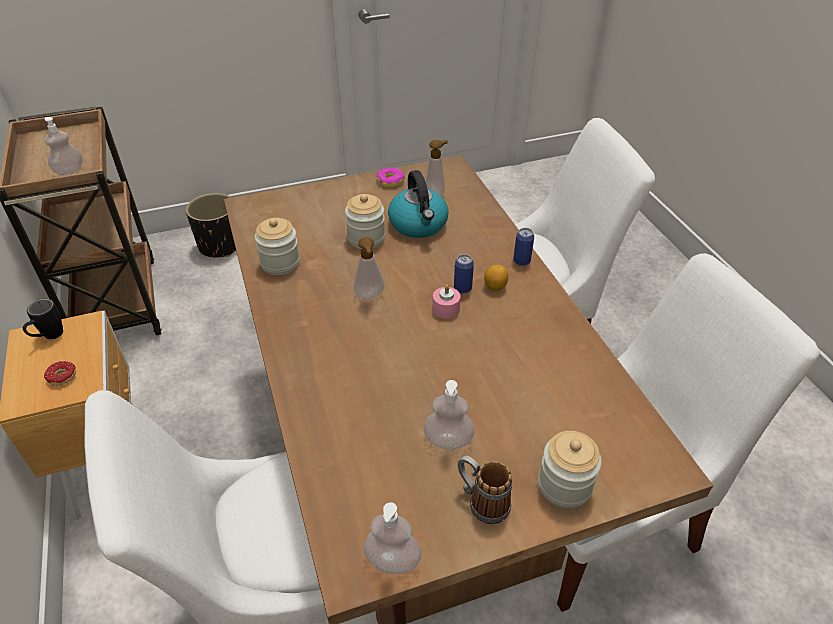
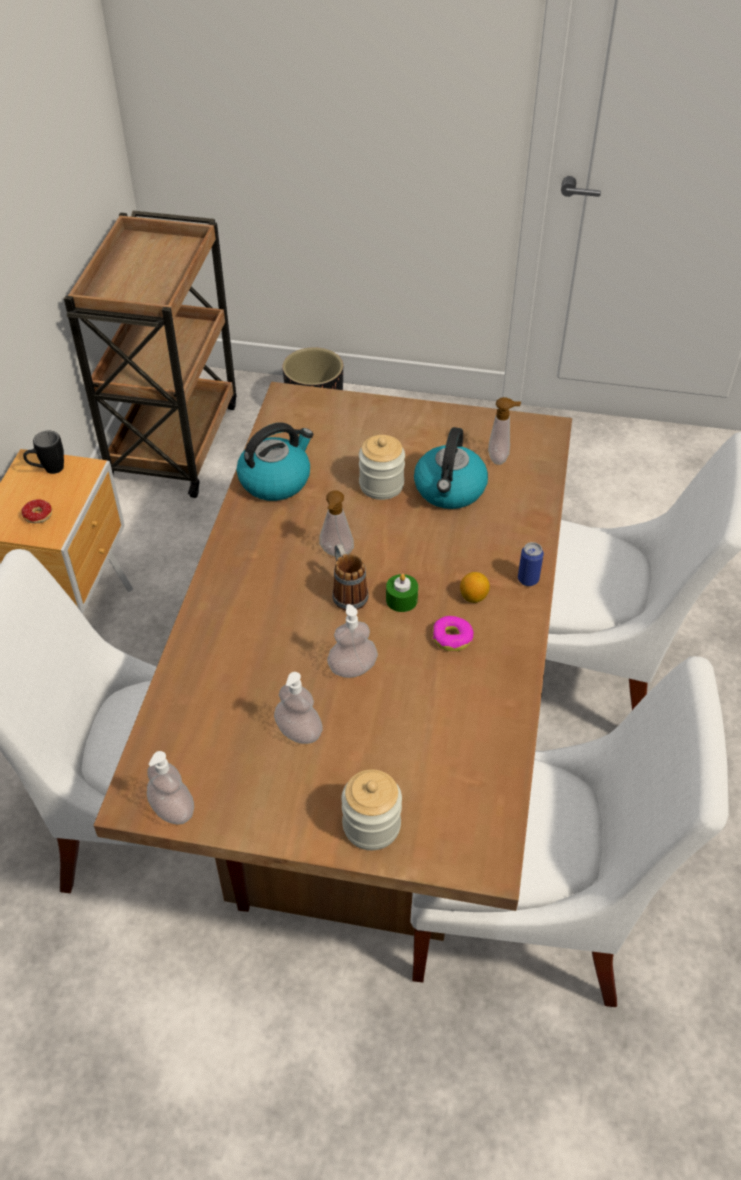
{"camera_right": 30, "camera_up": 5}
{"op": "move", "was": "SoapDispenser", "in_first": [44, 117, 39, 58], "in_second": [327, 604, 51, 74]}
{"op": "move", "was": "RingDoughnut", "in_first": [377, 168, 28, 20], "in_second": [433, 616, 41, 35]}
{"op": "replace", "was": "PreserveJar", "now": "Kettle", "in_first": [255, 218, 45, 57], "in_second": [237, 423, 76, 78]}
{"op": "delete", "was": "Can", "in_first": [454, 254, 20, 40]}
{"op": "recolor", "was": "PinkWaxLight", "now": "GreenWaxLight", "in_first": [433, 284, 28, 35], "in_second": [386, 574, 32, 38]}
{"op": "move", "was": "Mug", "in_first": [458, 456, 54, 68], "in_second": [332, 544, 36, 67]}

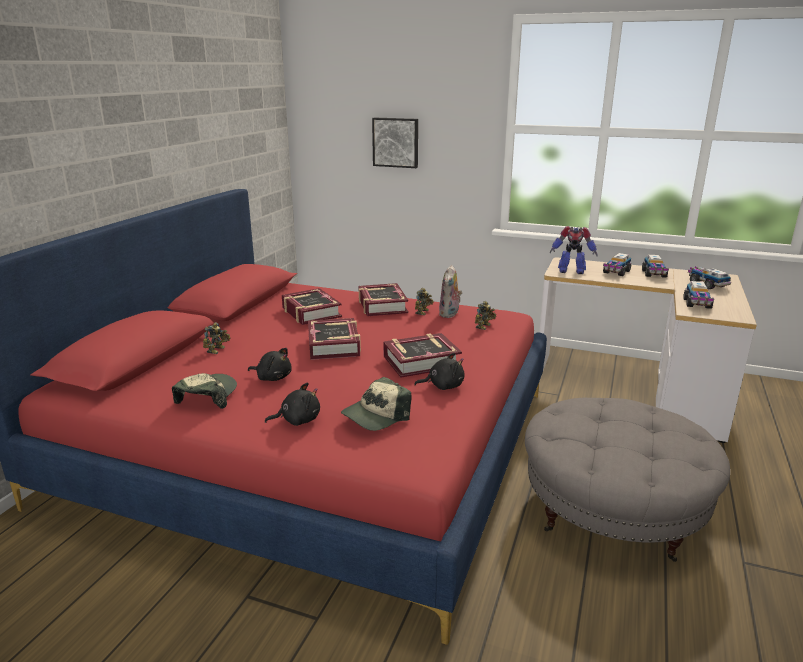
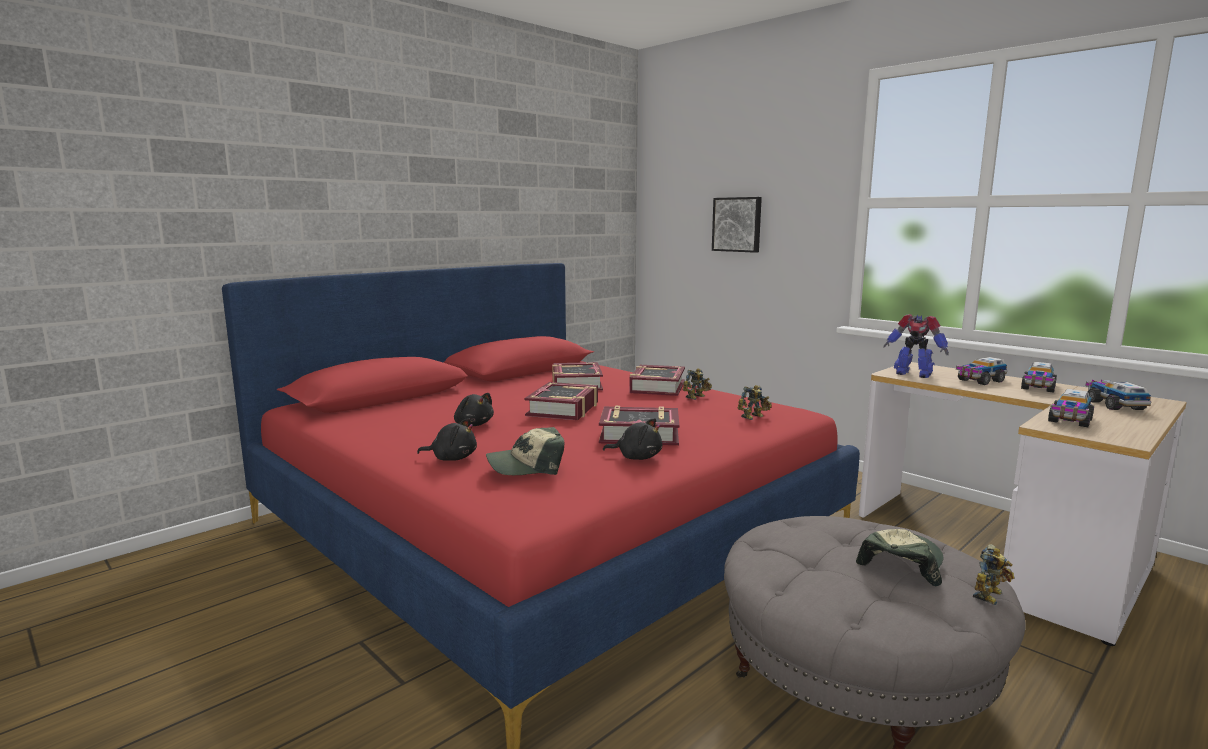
{"camera_right": 25, "camera_up": -10}
{"op": "delete", "was": "CuddlyToy", "in_first": [439, 265, 23, 53]}
{"op": "move", "was": "ToyRobot", "in_first": [203, 322, 27, 32], "in_second": [973, 544, 42, 61]}
{"op": "move", "was": "PeakedCap", "in_first": [172, 373, 65, 36], "in_second": [856, 529, 88, 57]}

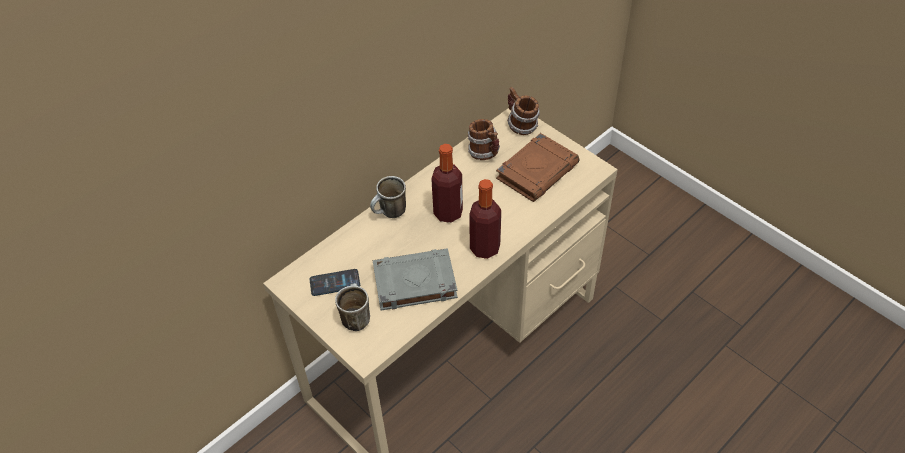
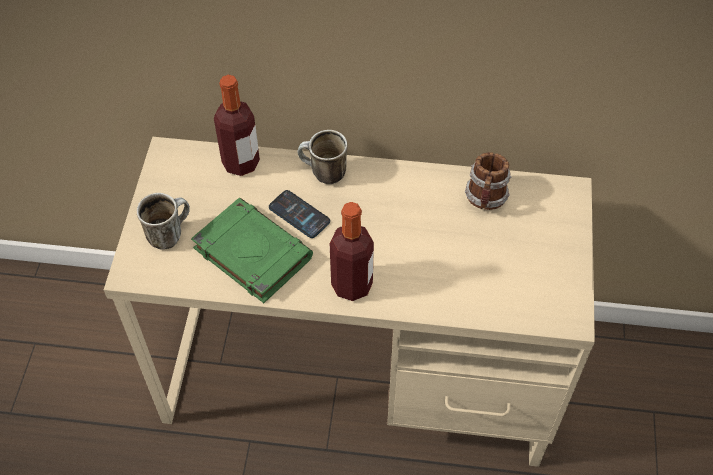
{"camera_right": 50, "camera_up": 5}
{"op": "delete", "was": "Mug", "in_first": [507, 87, 33, 48]}
{"op": "delete", "was": "BrownColouredBoundBook", "in_first": [496, 133, 83, 69]}
{"op": "move", "was": "Bottle", "in_first": [431, 144, 32, 79], "in_second": [214, 75, 46, 101]}
{"op": "recolor", "was": "GreyishBoundBook", "now": "GreenBoundBook", "in_first": [373, 248, 85, 63], "in_second": [191, 198, 122, 105]}
{"op": "move", "was": "Handset", "in_first": [310, 269, 50, 27], "in_second": [269, 190, 61, 48]}

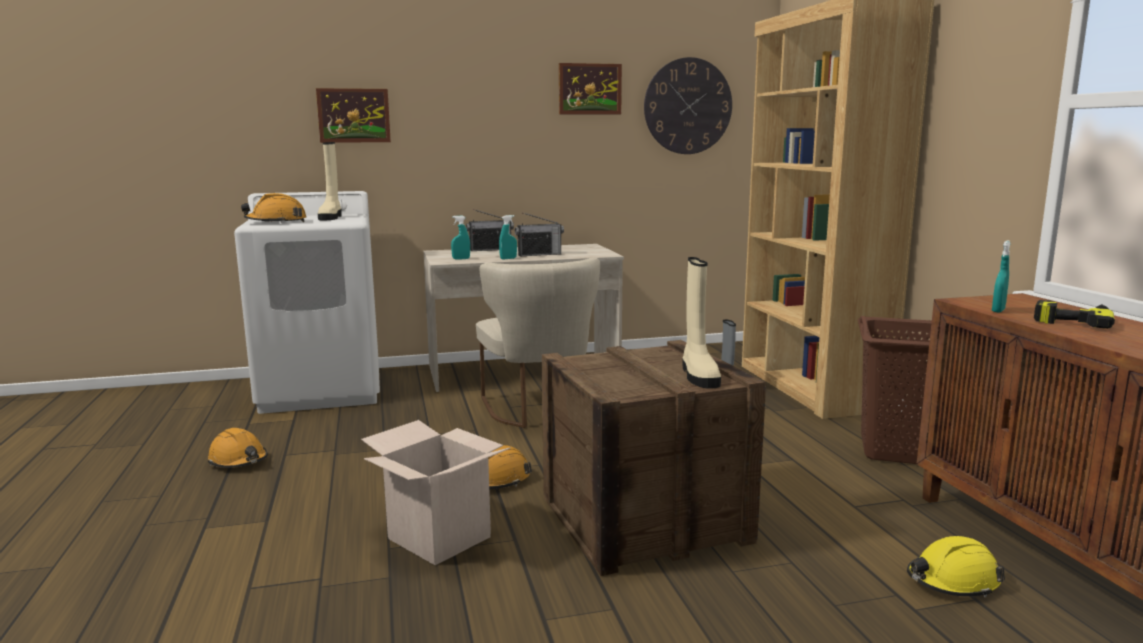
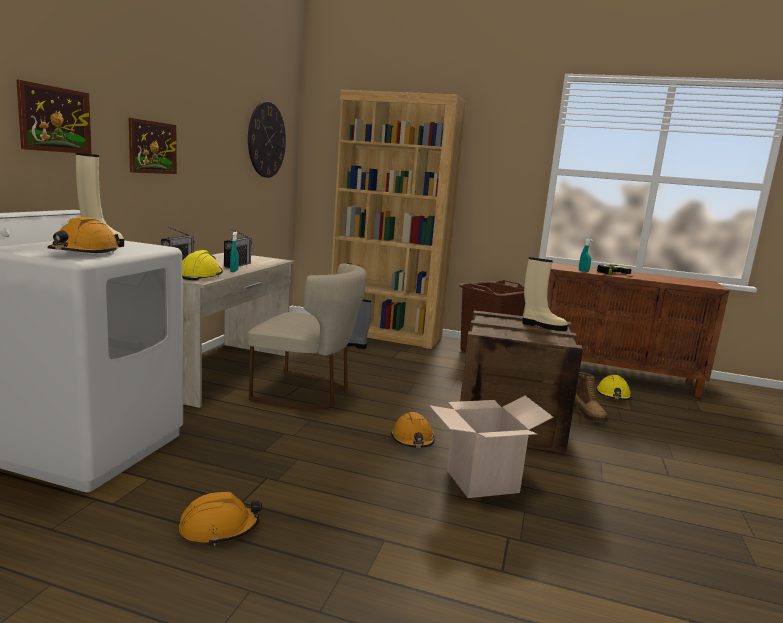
{"camera_right": -60, "camera_up": 0}
{"op": "move", "was": "WallPicture", "in_first": [559, 63, 63, 51], "in_second": [129, 118, 48, 56]}
{"op": "replace", "was": "BlueGreenSprayer", "now": "YellowColouredSafetyHelmet", "in_first": [451, 216, 19, 44], "in_second": [182, 250, 41, 31]}
{"op": "insert", "now": "HighTopBoot", "in_second": [574, 372, 34, 51]}

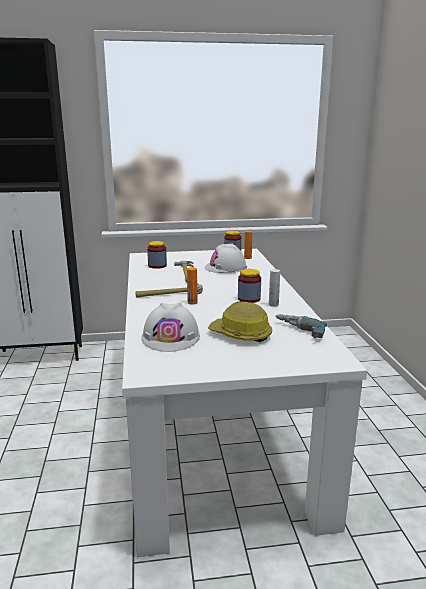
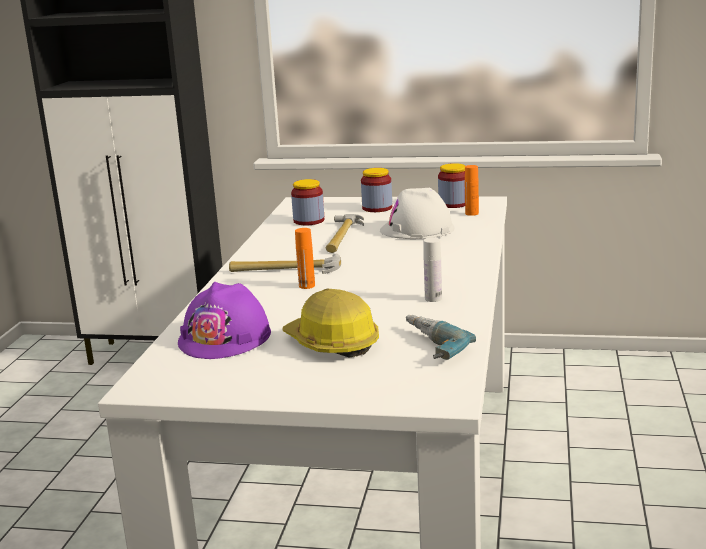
{"camera_right": 20, "camera_up": 0}
{"op": "move", "was": "PreserveJar", "in_first": [238, 269, 23, 34], "in_second": [361, 168, 31, 44]}
{"op": "recolor", "was": "WhiteColouredSafetyHelmet", "now": "PurpleSafetyHelmet", "in_first": [141, 302, 59, 50], "in_second": [178, 282, 93, 77]}

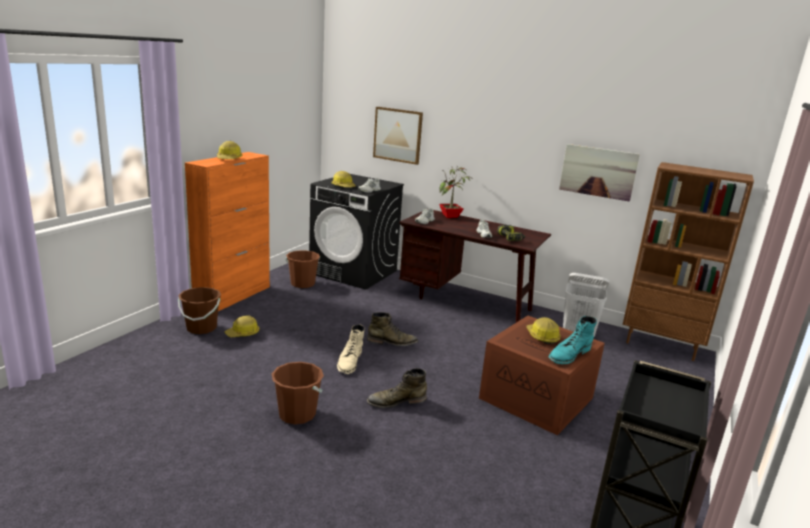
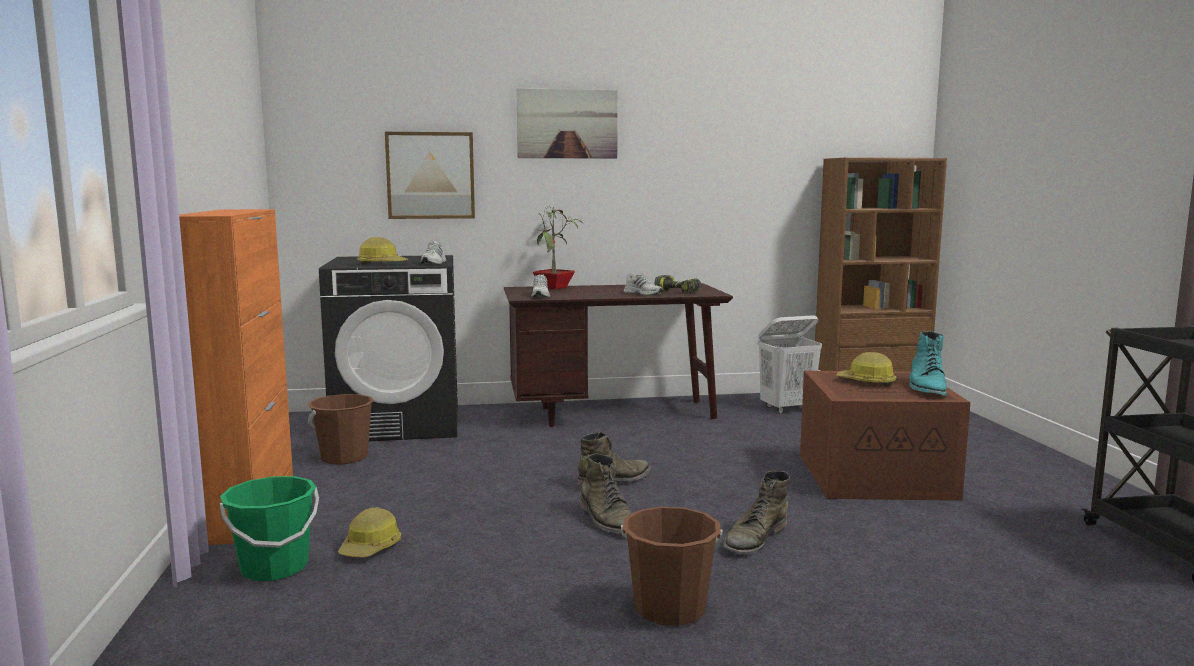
{"camera_right": -35, "camera_up": -10}
{"op": "delete", "was": "SafetyHelmet", "in_first": [217, 141, 26, 18]}
{"op": "move", "was": "WallPicture", "in_first": [559, 144, 81, 58], "in_second": [516, 88, 102, 71]}
{"op": "recolor", "was": "BrownColouredBucket", "now": "GreenBucket", "in_first": [178, 287, 43, 47], "in_second": [220, 476, 99, 105]}
{"op": "recolor", "was": "BeigeColouredHighTopBoot", "now": "GreenHighTopBoot", "in_first": [337, 324, 28, 50], "in_second": [579, 454, 53, 80]}

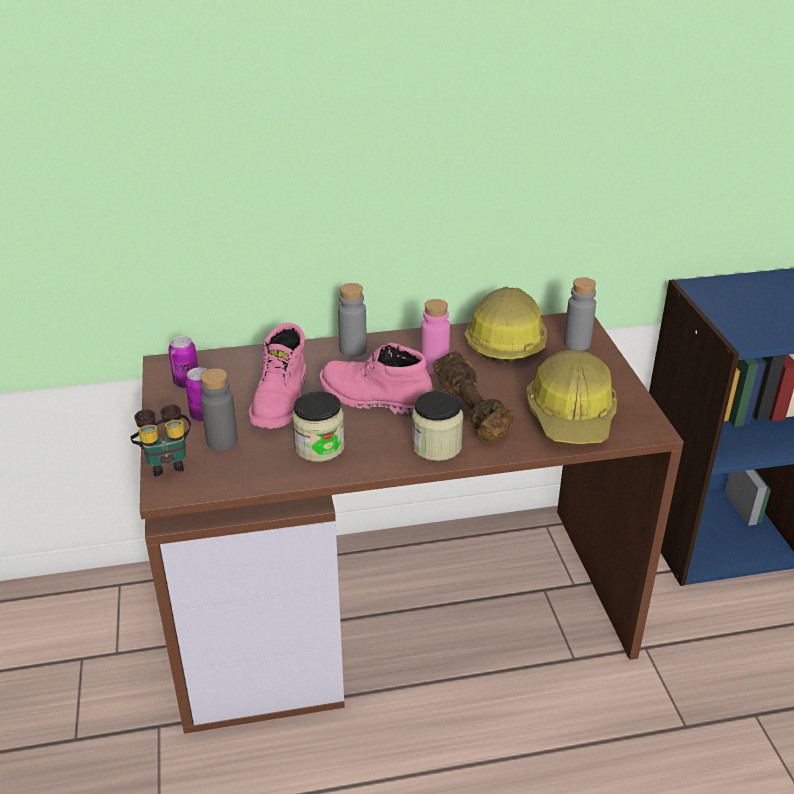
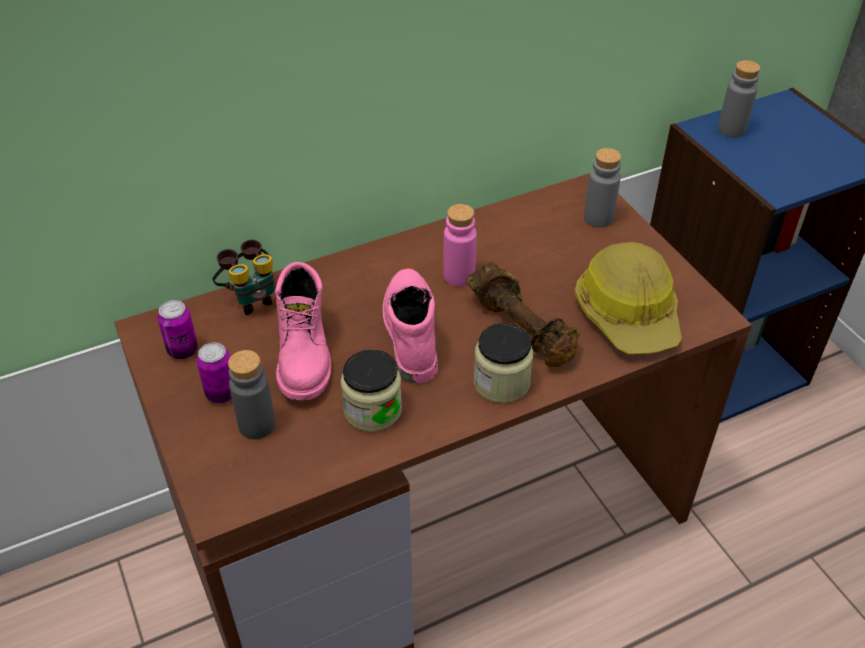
{"camera_right": -15, "camera_up": 10}
{"op": "move", "was": "GreyishBottle", "in_first": [338, 283, 29, 74], "in_second": [718, 60, 42, 78]}
{"op": "delete", "was": "SafetyHelmet", "in_first": [464, 286, 83, 78]}
{"op": "rotate", "was": "PinkHighTopBoot", "in_first": [320, 343, 113, 74], "in_second": [383, 269, 55, 114], "clockwise": 75}
{"op": "move", "was": "FieldGlasses", "in_first": [130, 405, 61, 72], "in_second": [212, 240, 63, 75]}

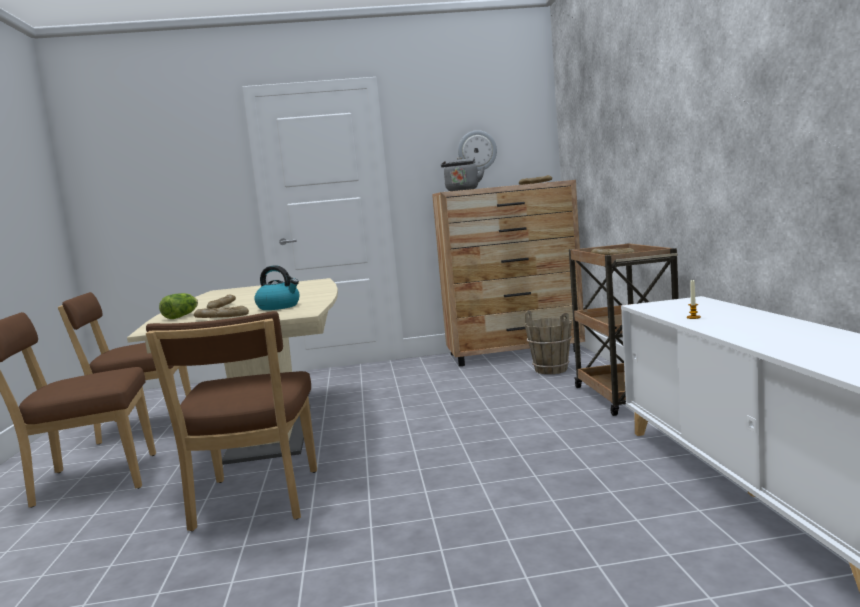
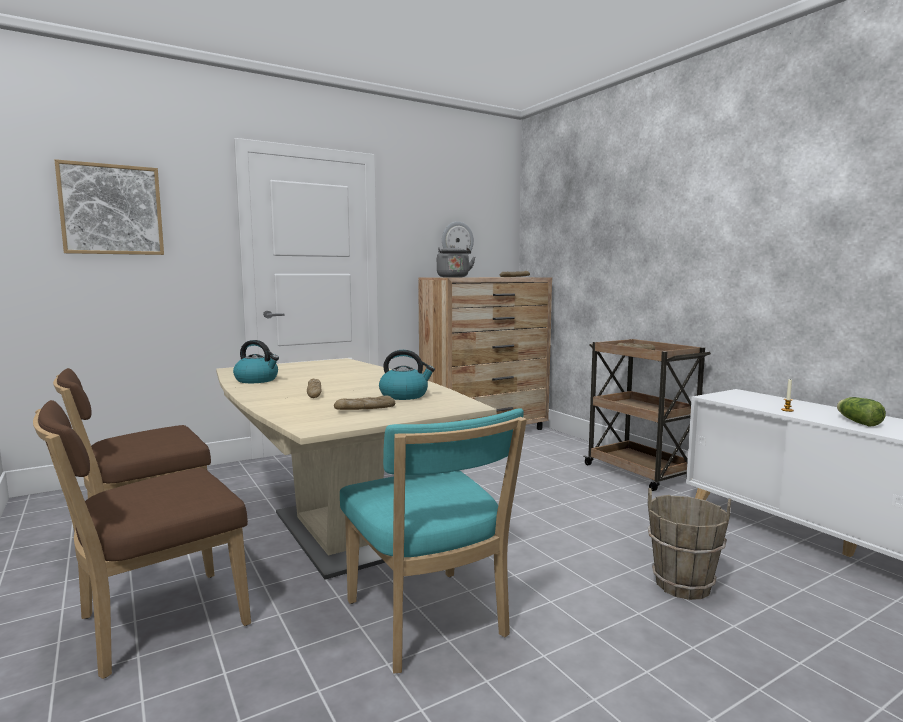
{"camera_right": -25, "camera_up": 0}
{"op": "move", "was": "LettuceHead", "in_first": [159, 293, 39, 26], "in_second": [837, 397, 49, 29]}
{"op": "move", "was": "BrownColouredBucket", "in_first": [525, 310, 47, 64], "in_second": [648, 488, 83, 112]}
{"op": "recolor", "was": "BrownColouredUprightChair", "now": "BlueGreenUprightChair", "in_first": [146, 311, 171, 220], "in_second": [340, 408, 187, 265]}
{"op": "insert", "now": "WallPicture", "in_second": [55, 159, 109, 96]}
{"op": "insert", "now": "Kettle", "in_second": [233, 340, 46, 43]}

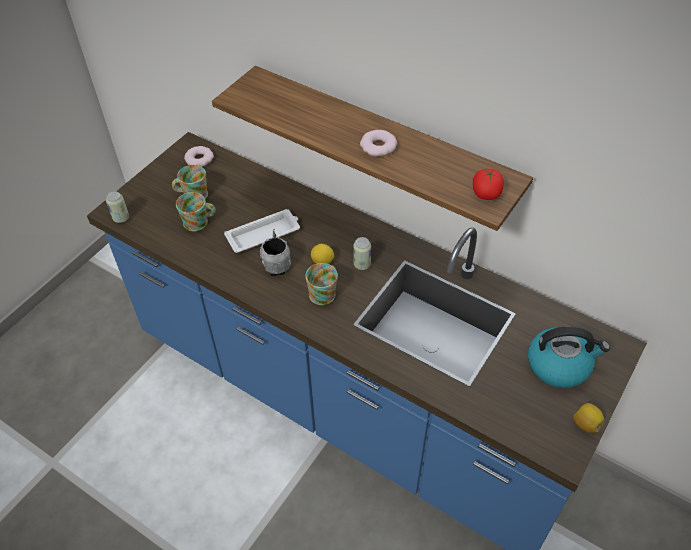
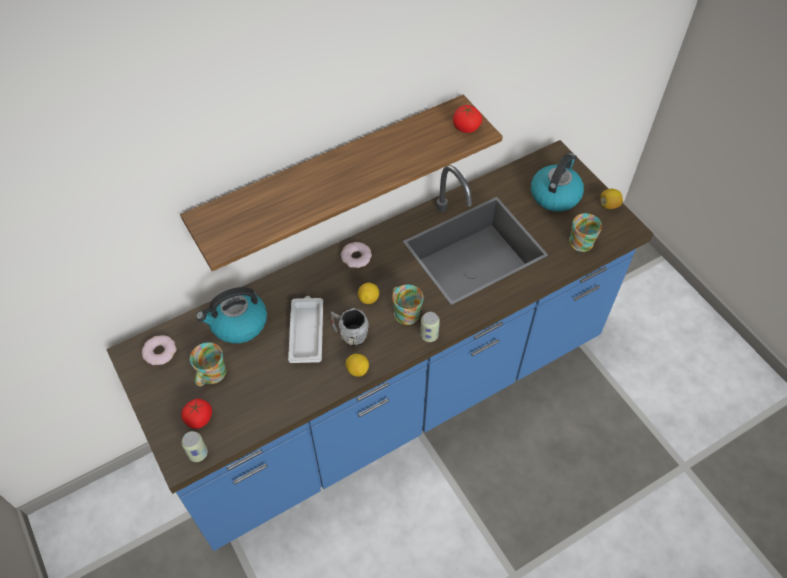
{"camera_right": -65, "camera_up": 5}
{"op": "move", "was": "RingDoughnut", "in_first": [360, 130, 37, 27], "in_second": [340, 242, 32, 26]}
{"op": "move", "was": "Mug", "in_first": [176, 192, 40, 40], "in_second": [569, 213, 33, 39]}
{"op": "move", "was": "Can", "in_first": [354, 237, 17, 33], "in_second": [420, 312, 20, 30]}
{"op": "insert", "now": "Kettle", "in_second": [196, 287, 71, 57]}
{"op": "insert", "now": "Lemon", "in_second": [346, 354, 23, 23]}
{"op": "insert", "now": "WholeTomato", "in_second": [181, 399, 31, 30]}

